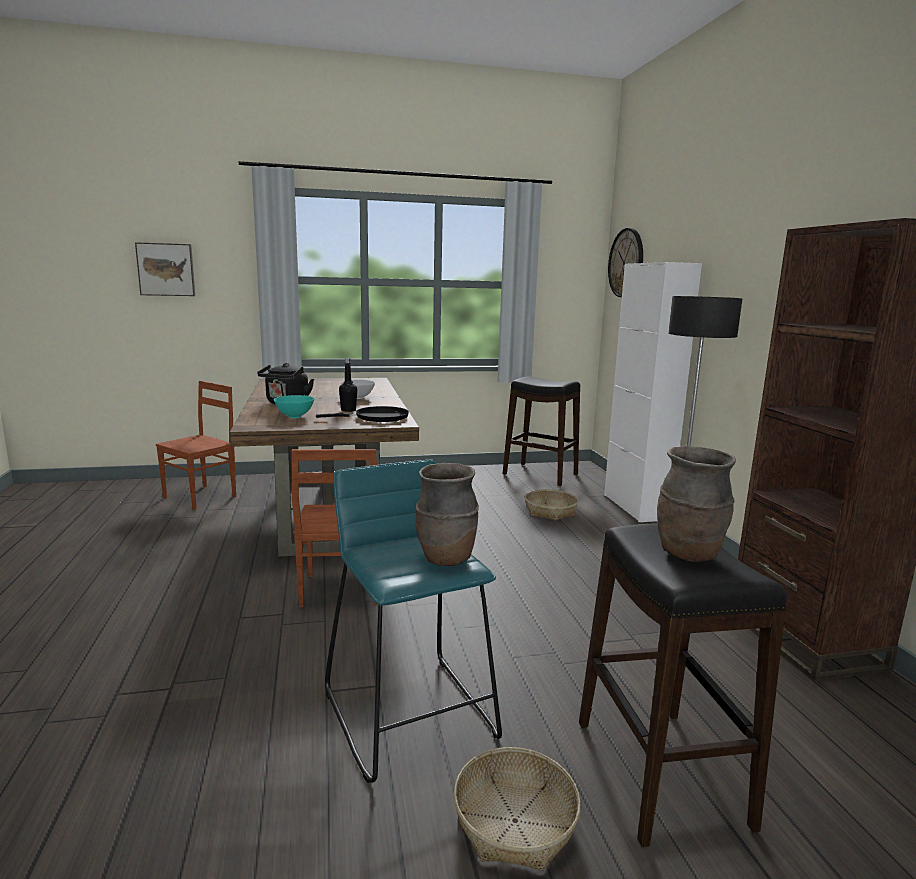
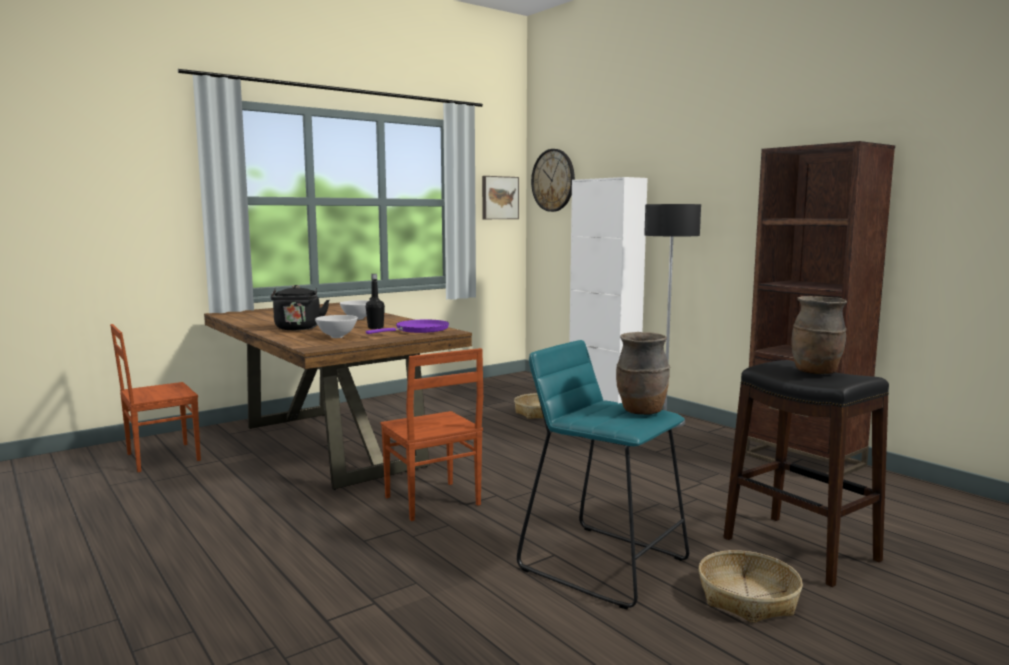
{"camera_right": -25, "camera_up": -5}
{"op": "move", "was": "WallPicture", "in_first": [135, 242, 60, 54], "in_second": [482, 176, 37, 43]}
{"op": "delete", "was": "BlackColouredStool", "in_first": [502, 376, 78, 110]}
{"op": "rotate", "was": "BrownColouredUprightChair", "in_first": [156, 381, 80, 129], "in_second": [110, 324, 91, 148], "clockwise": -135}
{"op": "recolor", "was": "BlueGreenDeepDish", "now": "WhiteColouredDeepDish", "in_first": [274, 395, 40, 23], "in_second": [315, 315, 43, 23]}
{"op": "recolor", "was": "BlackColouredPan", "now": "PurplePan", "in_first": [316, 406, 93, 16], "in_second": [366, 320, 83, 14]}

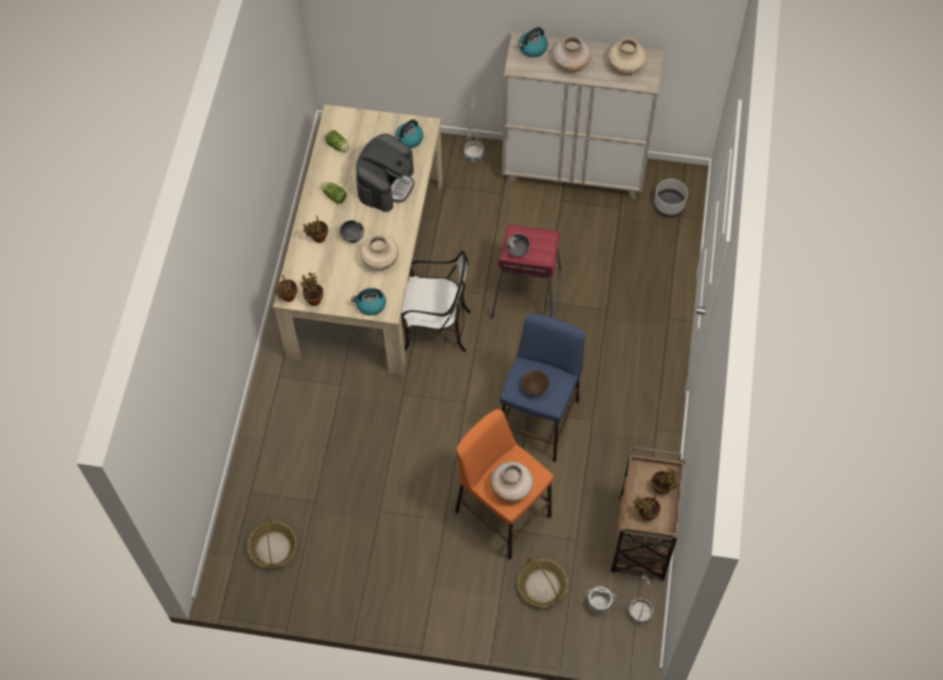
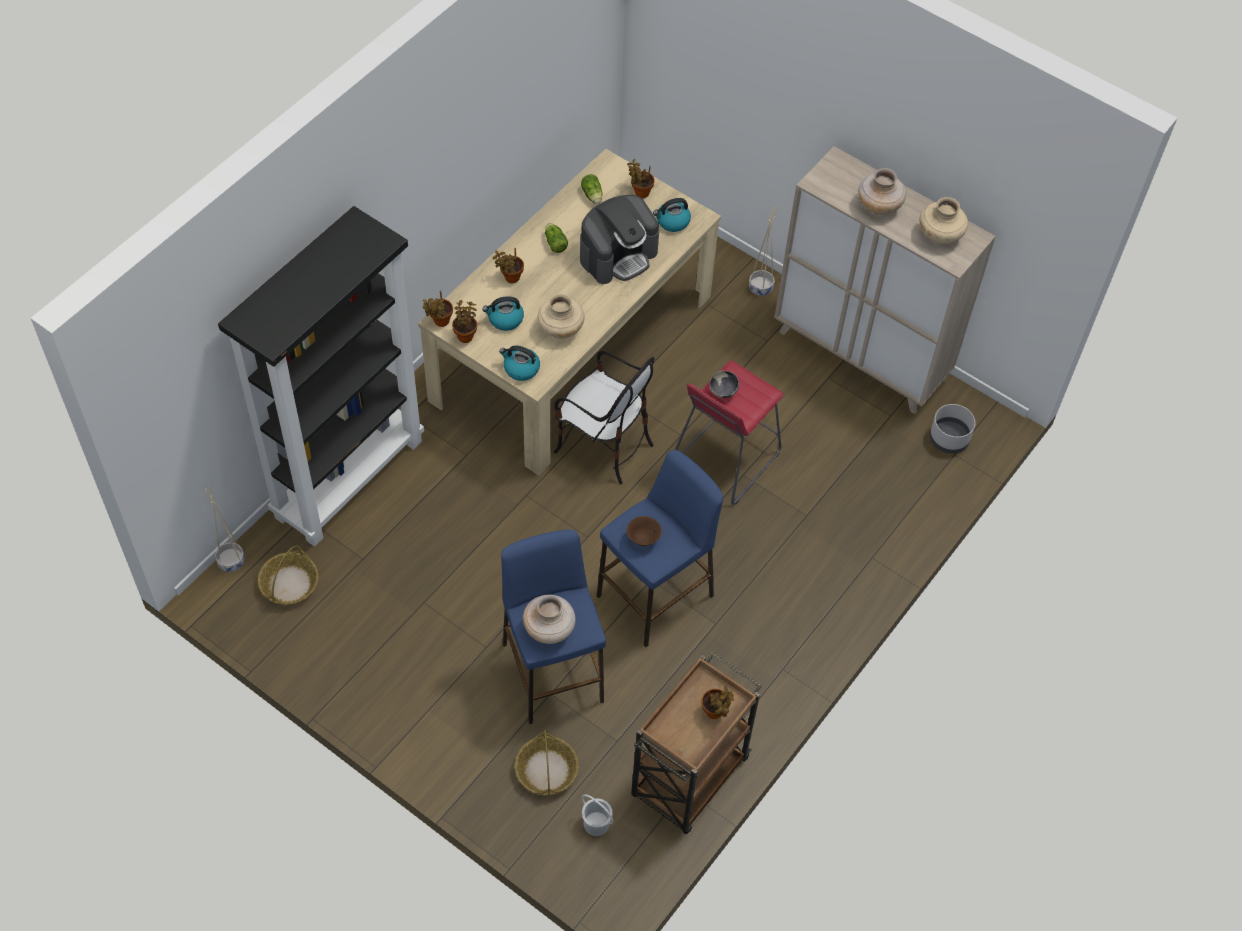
{"camera_right": 25, "camera_up": -5}
{"op": "move", "was": "Kettle", "in_first": [518, 27, 30, 30], "in_second": [482, 296, 42, 35]}
{"op": "delete", "was": "DeepDish", "in_first": [340, 220, 24, 23]}
{"op": "recolor", "was": "OrangeColouredStool", "now": "BlueColouredStool", "in_first": [455, 409, 99, 151], "in_second": [501, 530, 105, 194]}
{"op": "move", "was": "PottedPlant", "in_first": [633, 495, 28, 26], "in_second": [627, 159, 28, 39]}
{"op": "move", "was": "BeigeColouredFlowerPot", "in_first": [628, 572, 25, 52], "in_second": [205, 485, 40, 87]}
{"op": "insert", "now": "BlackColouredShelvingUnit", "in_second": [218, 206, 206, 341]}

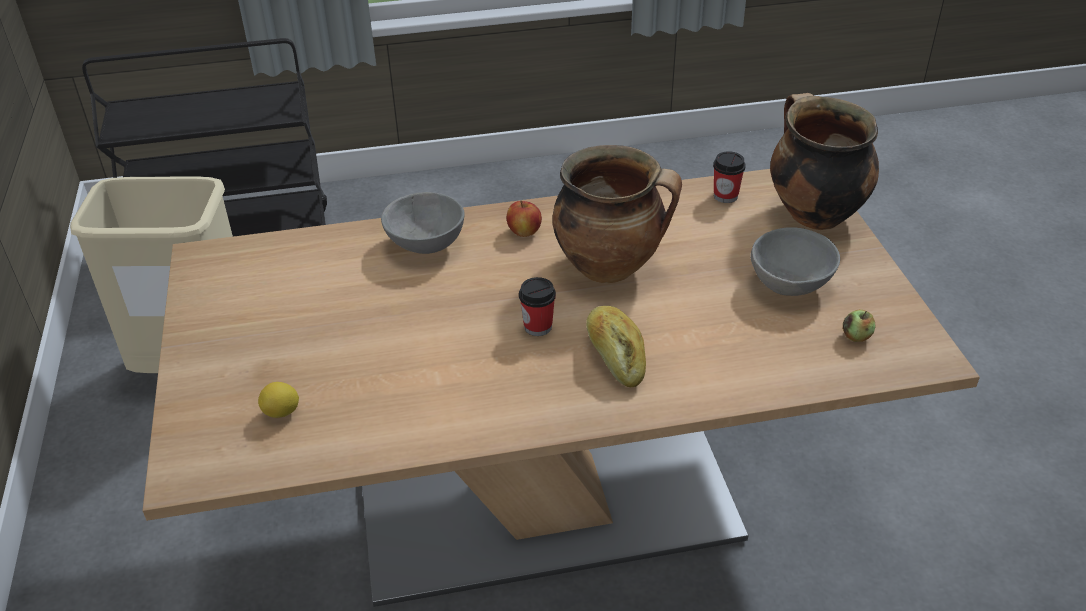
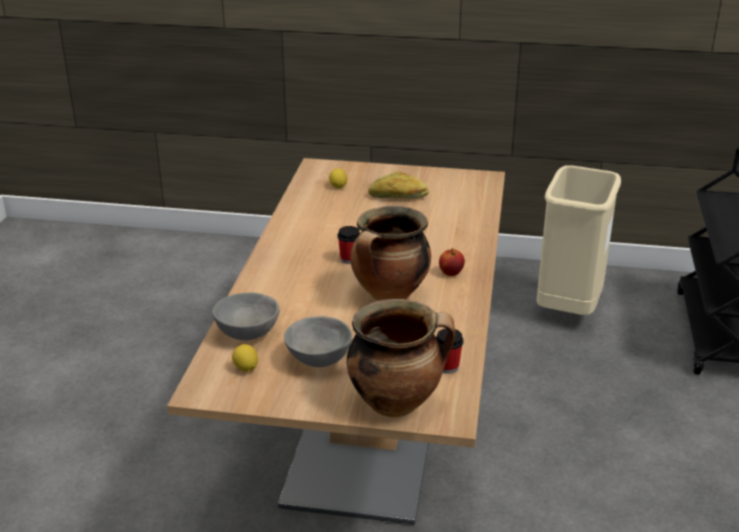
{"camera_right": 110, "camera_up": -10}
{"op": "move", "was": "GreyishDeepDish", "in_first": [381, 192, 84, 62], "in_second": [212, 293, 68, 47]}
{"op": "move", "was": "BakeryBread", "in_first": [586, 306, 60, 81], "in_second": [368, 171, 61, 27]}
{"op": "replace", "was": "WholeApple", "now": "Lemon", "in_first": [843, 309, 33, 33], "in_second": [232, 344, 26, 28]}

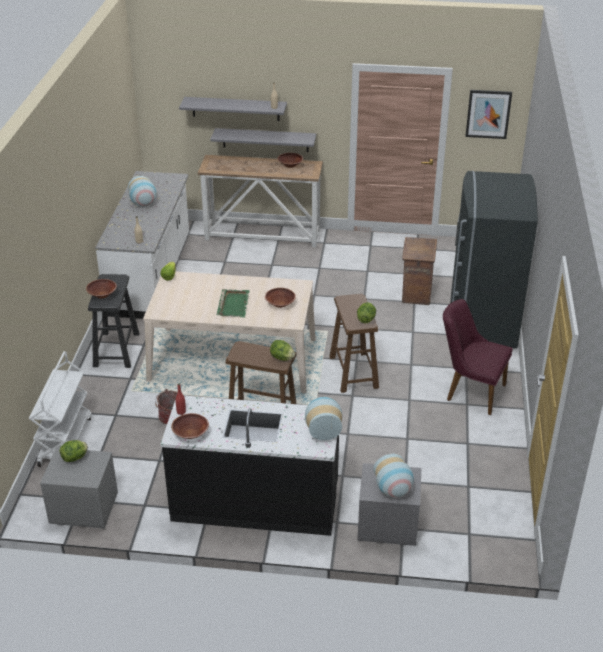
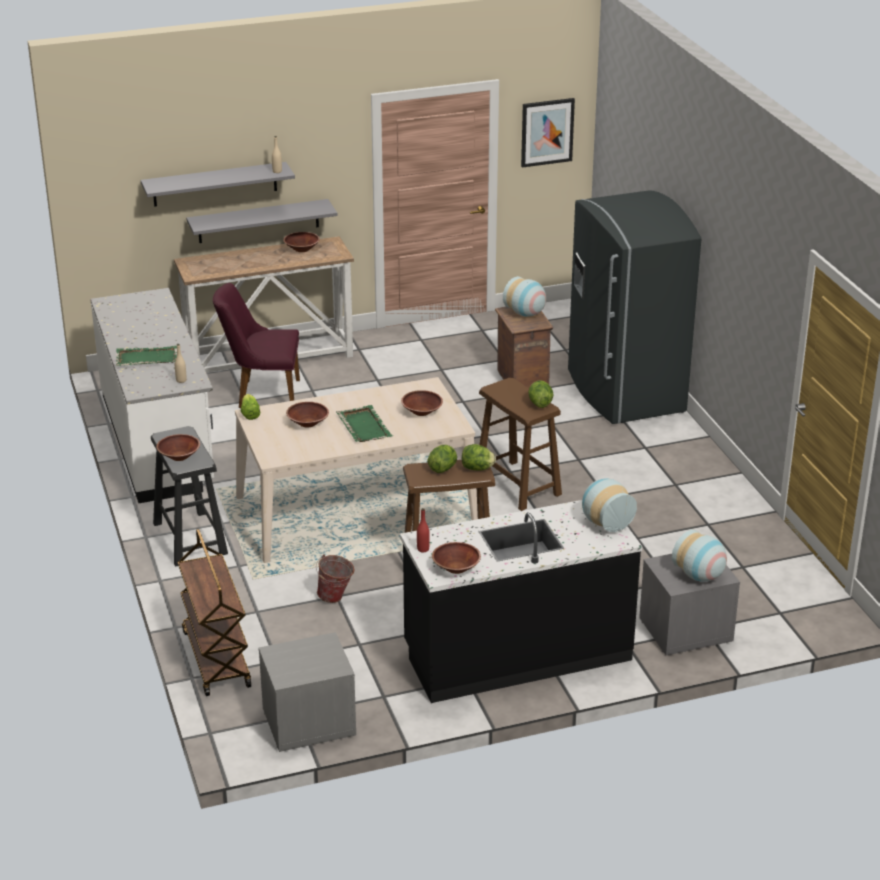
{"camera_right": -25, "camera_up": -5}
{"op": "move", "was": "Vase", "in_first": [128, 176, 29, 31], "in_second": [503, 276, 43, 41]}
{"op": "move", "was": "PurpleUprightChair", "in_first": [443, 299, 70, 116], "in_second": [213, 283, 87, 125]}
{"op": "recolor", "was": "WhiteColouredTrolley", "now": "BrownColouredTrolley", "in_first": [29, 351, 63, 116], "in_second": [178, 529, 73, 167]}
{"op": "move", "was": "LettuceHead", "in_first": [60, 440, 28, 22], "in_second": [427, 445, 30, 28]}
{"op": "insert", "now": "GreenServingTray", "in_second": [116, 346, 61, 20]}
{"op": "insert", "now": "BrownColouredDeepDish", "in_second": [286, 402, 43, 26]}

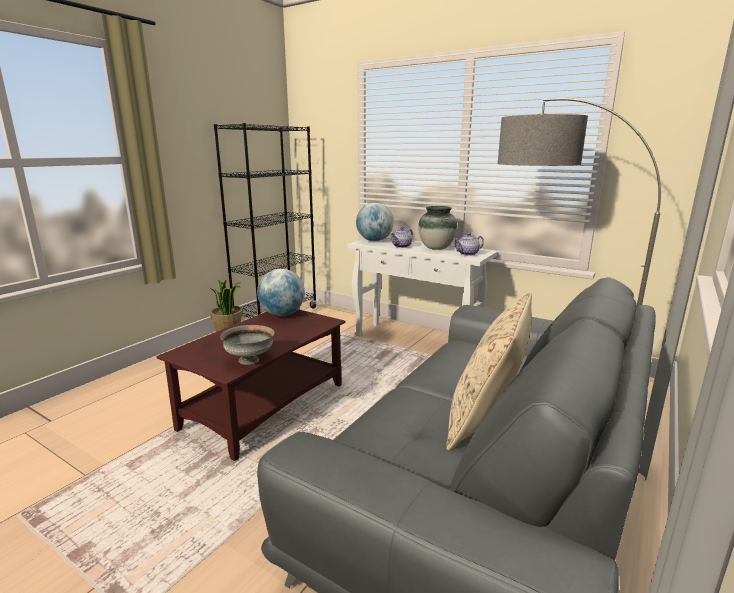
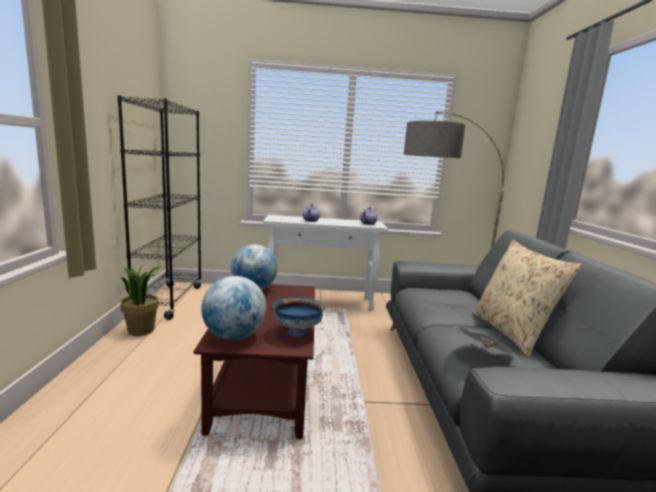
{"camera_right": -35, "camera_up": -5}
{"op": "move", "was": "Globe", "in_first": [356, 203, 38, 38], "in_second": [201, 276, 65, 64]}
{"op": "delete", "was": "Vase", "in_first": [418, 206, 40, 44]}
{"op": "recolor", "was": "GreyishDeepDish", "now": "BlueColouredDeepDish", "in_first": [220, 325, 55, 40], "in_second": [273, 297, 52, 40]}
{"op": "insert", "now": "PrintedPaper", "in_second": [453, 326, 68, 30]}

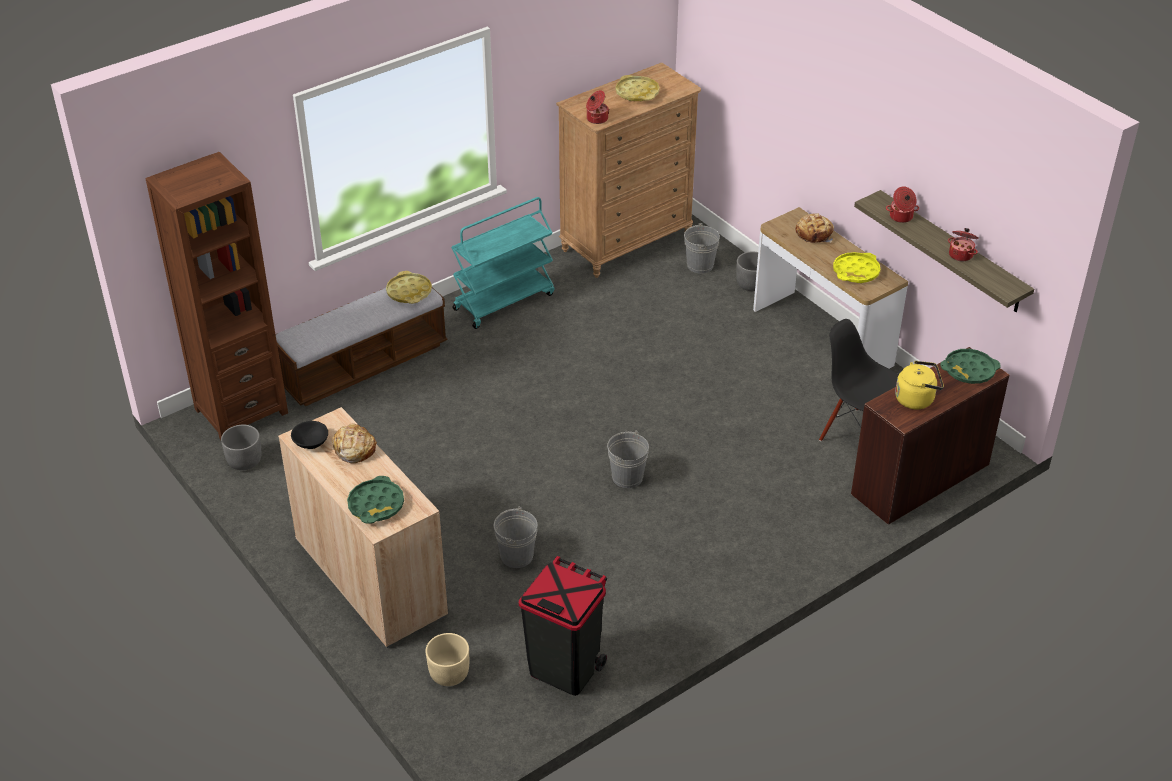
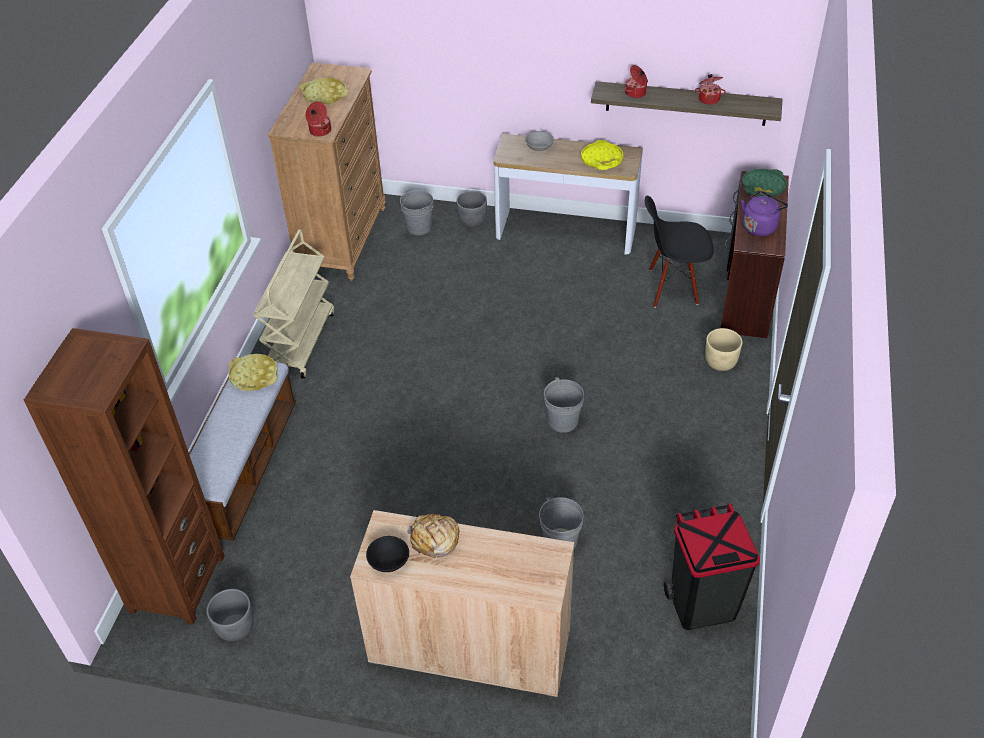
{"camera_right": -40, "camera_up": 5}
{"op": "recolor", "was": "BlueGreenTrolley", "now": "BeigeColouredTrolley", "in_first": [451, 197, 104, 132], "in_second": [253, 230, 81, 149]}
{"op": "replace", "was": "BakeryBread", "now": "GreyishDeepDish", "in_first": [795, 213, 39, 30], "in_second": [525, 131, 29, 20]}
{"op": "recolor", "was": "YellowColouredKettle", "now": "PurpleKettle", "in_first": [895, 361, 49, 48], "in_second": [741, 191, 47, 45]}
{"op": "delete", "was": "GreenServingTray", "in_first": [347, 476, 57, 48]}
{"op": "move", "was": "BeigeColouredFlowerPot", "in_first": [425, 633, 44, 53], "in_second": [705, 328, 37, 43]}

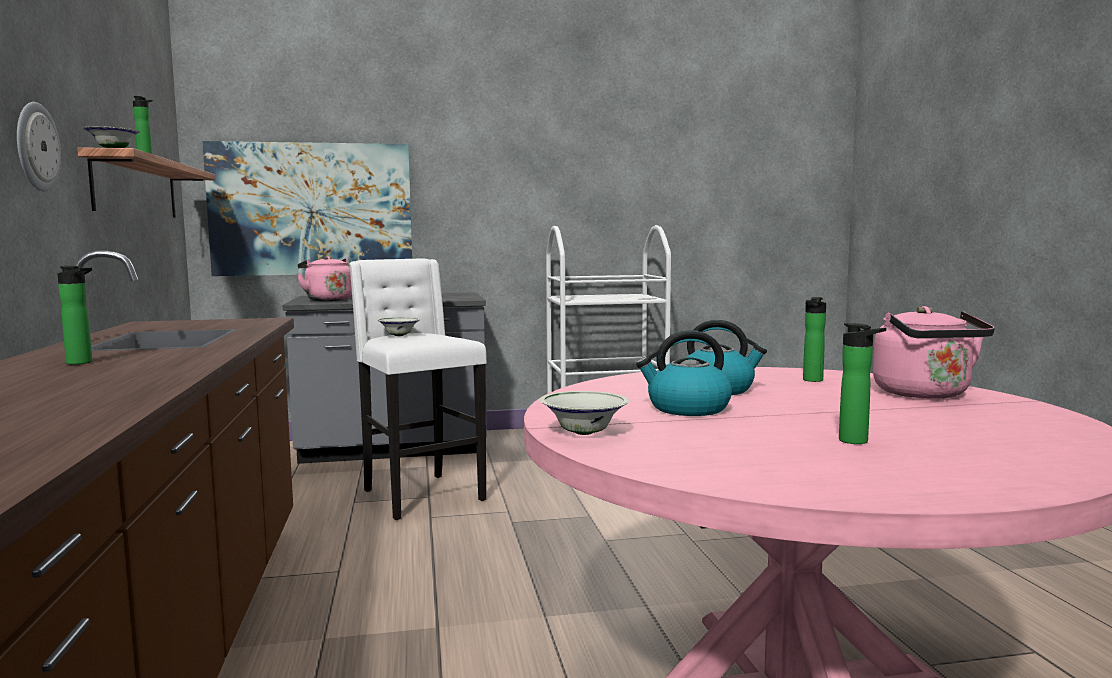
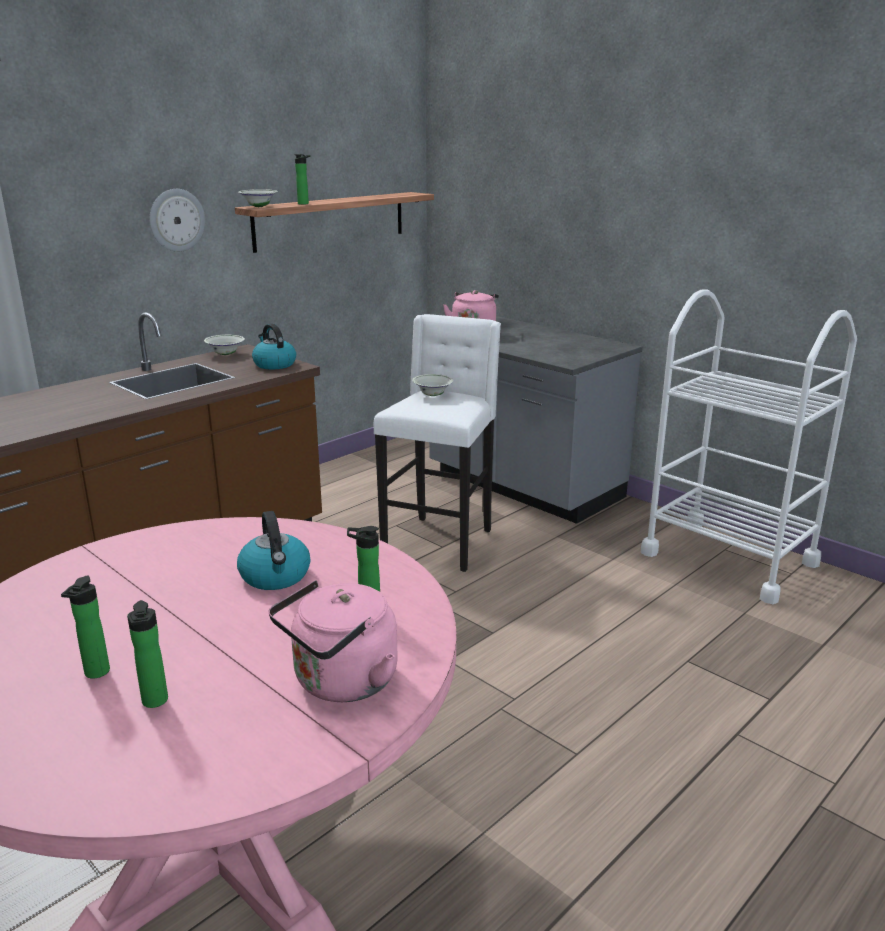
{"camera_right": 55, "camera_up": 15}
{"op": "delete", "was": "WallPicture", "in_first": [202, 141, 210, 135]}
{"op": "move", "was": "Bottle", "in_first": [58, 266, 34, 99], "in_second": [127, 600, 41, 108]}
{"op": "move", "was": "Kettle", "in_first": [636, 330, 96, 86], "in_second": [252, 323, 44, 46]}
{"op": "move", "was": "WhiteColouredDeepDish", "in_first": [539, 391, 90, 44], "in_second": [204, 335, 41, 20]}

